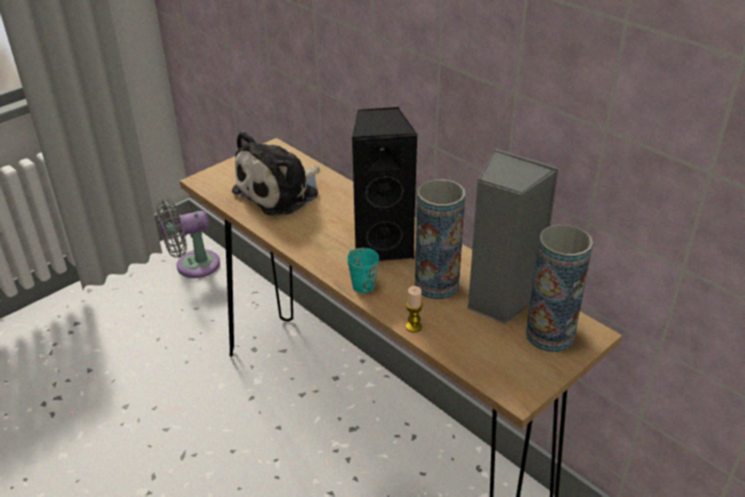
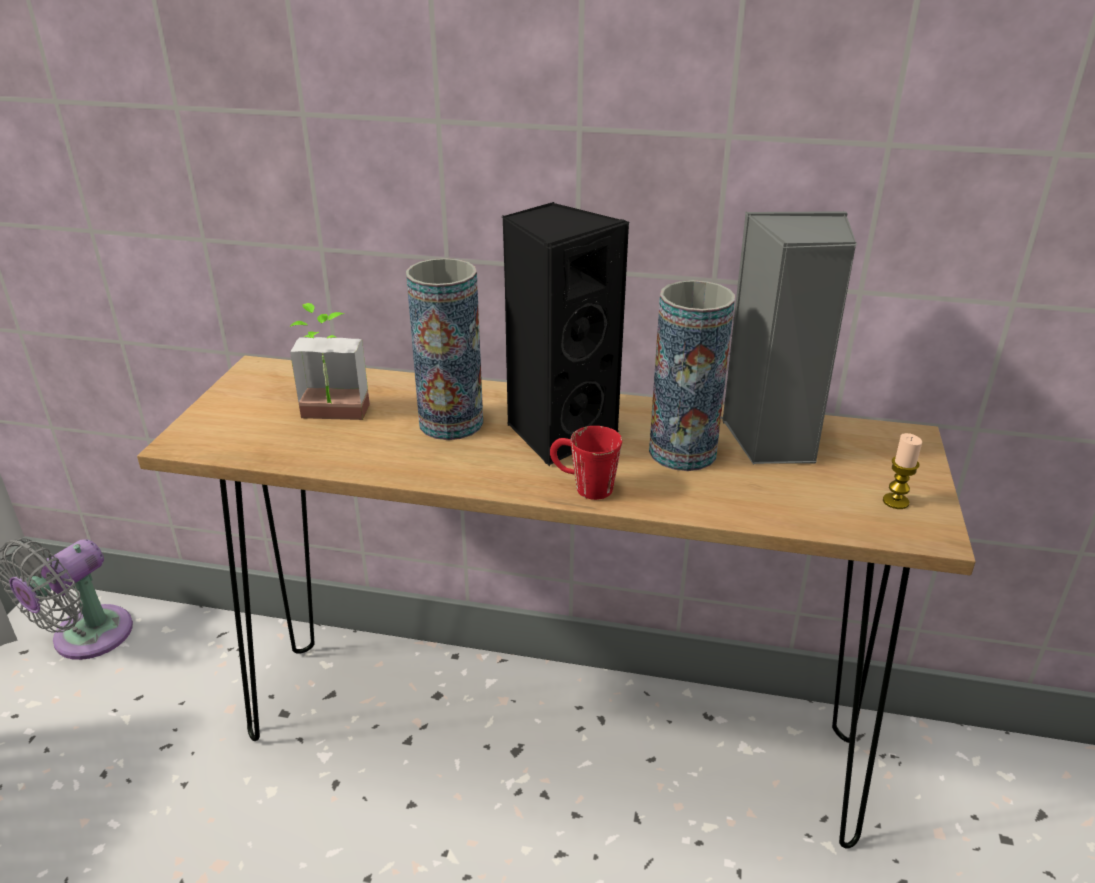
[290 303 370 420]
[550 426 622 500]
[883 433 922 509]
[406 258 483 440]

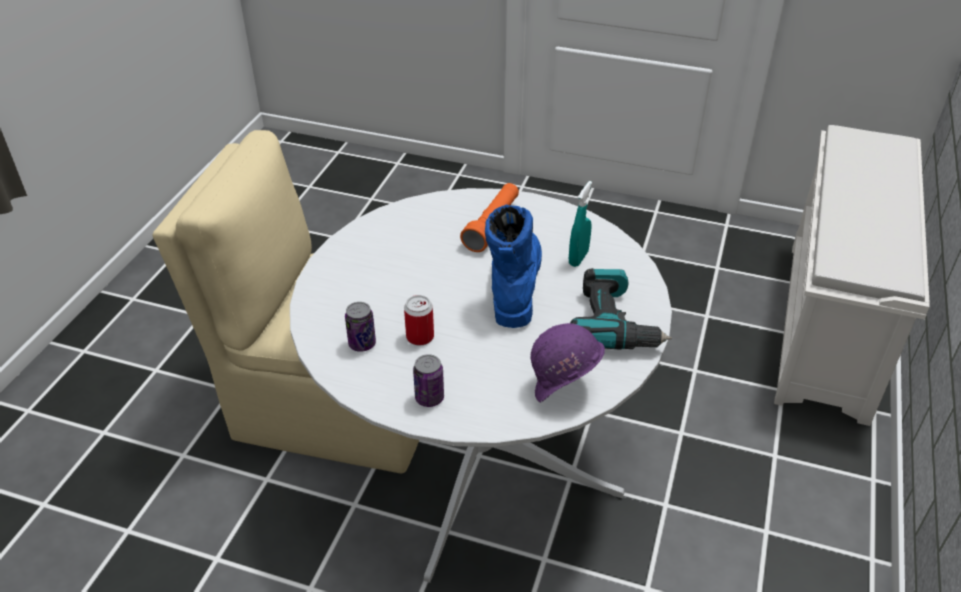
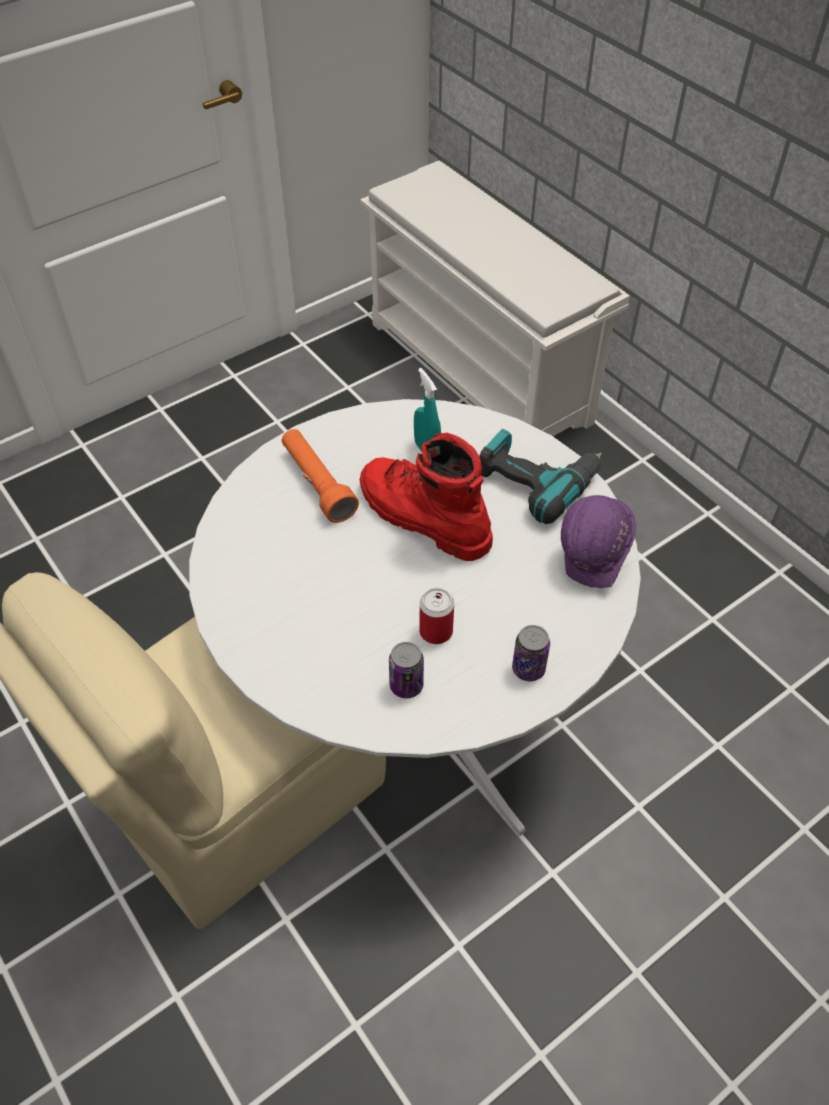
[360 433 493 561]

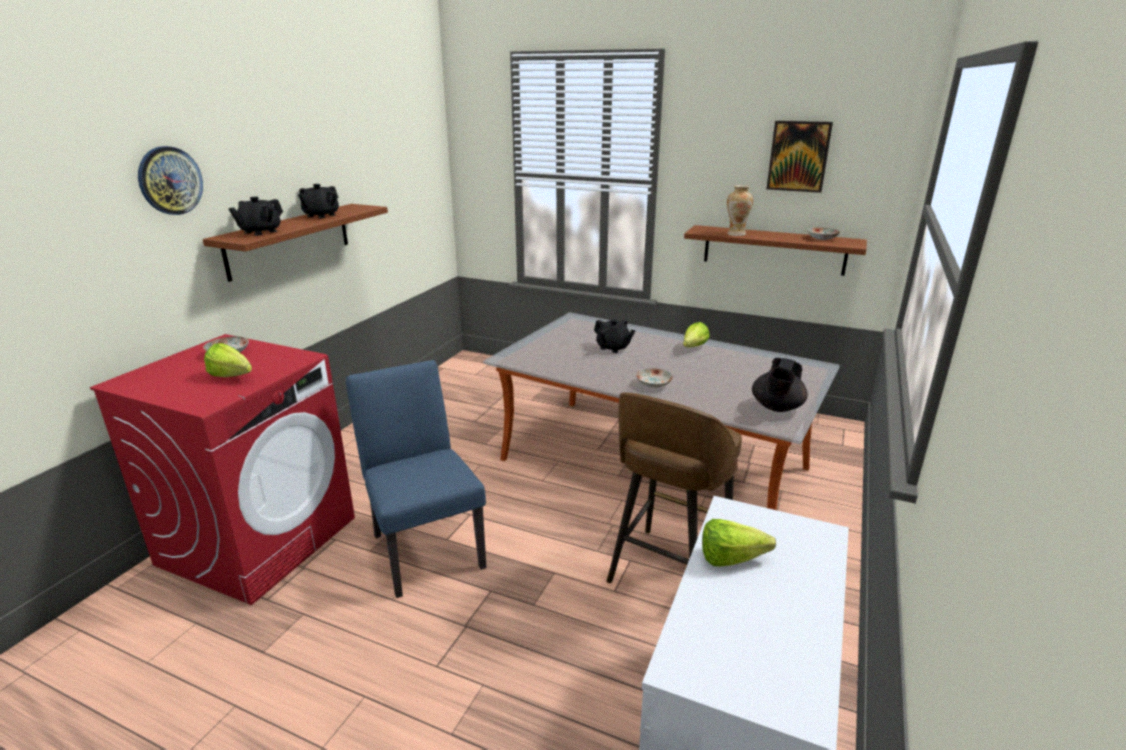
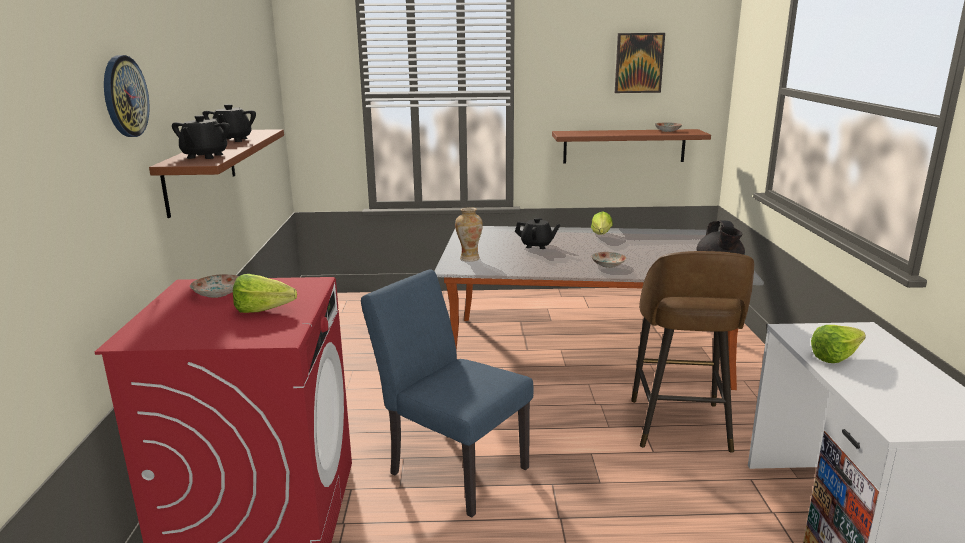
[455 207 483 262]

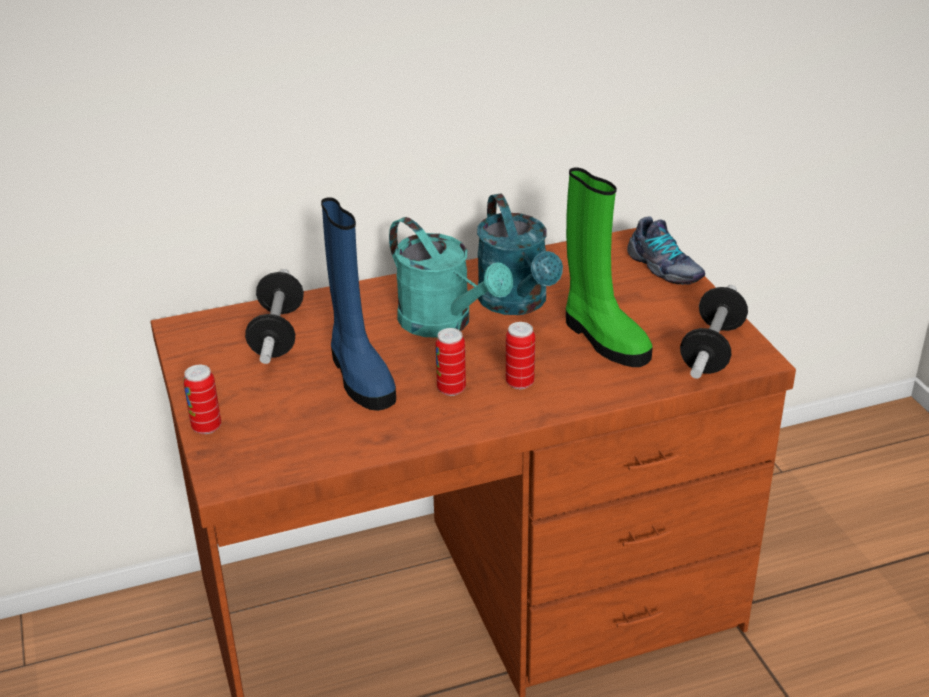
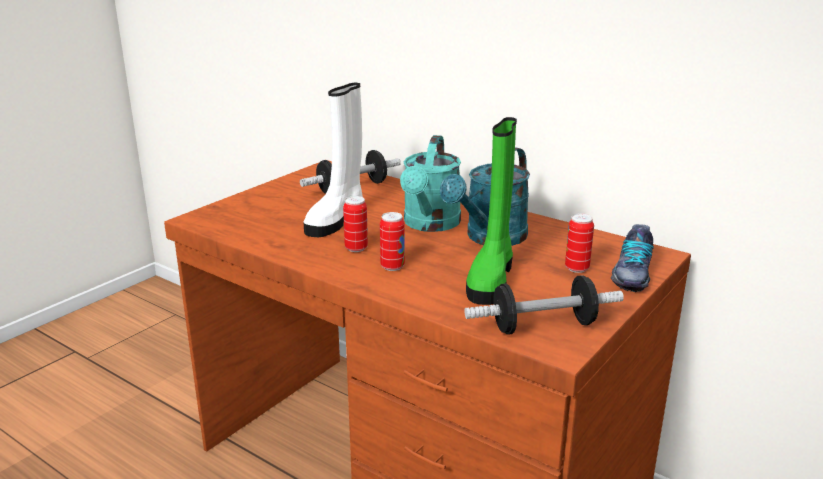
[565 213 594 273]
[303 83 363 237]

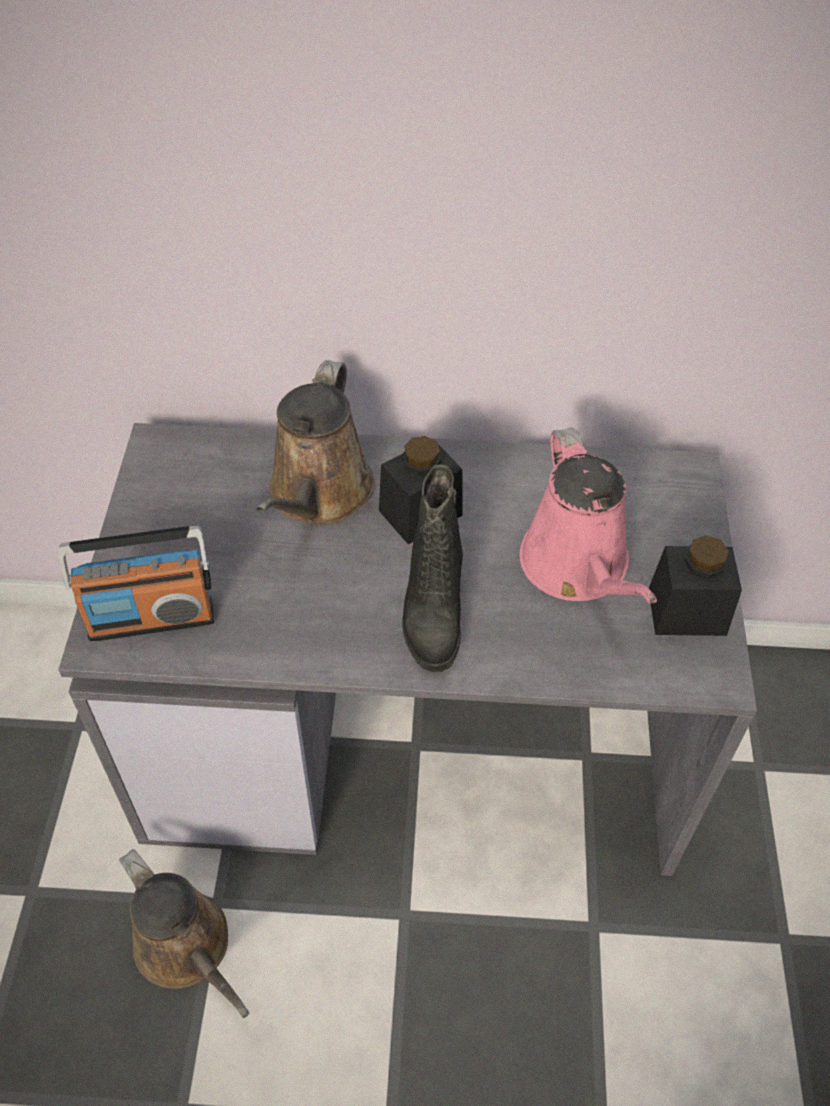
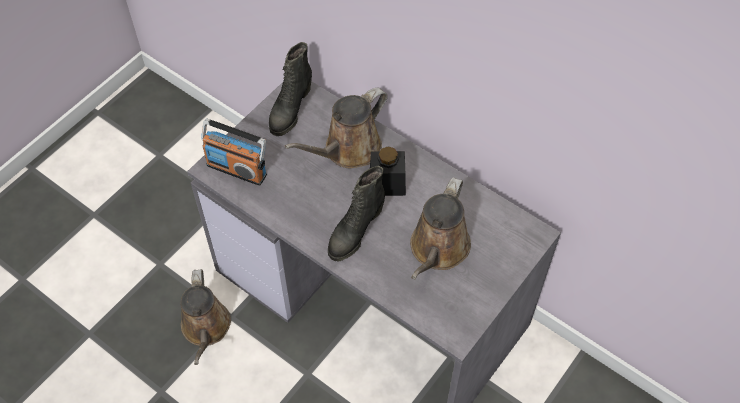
[410 177 471 279]
[649 535 742 636] (first image)
[269 42 312 136]

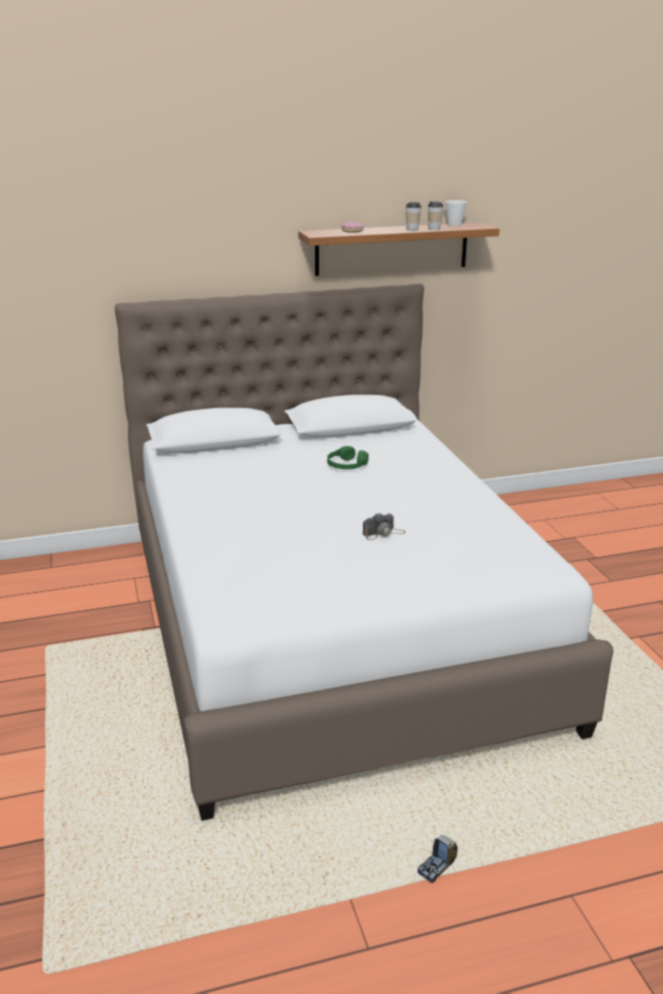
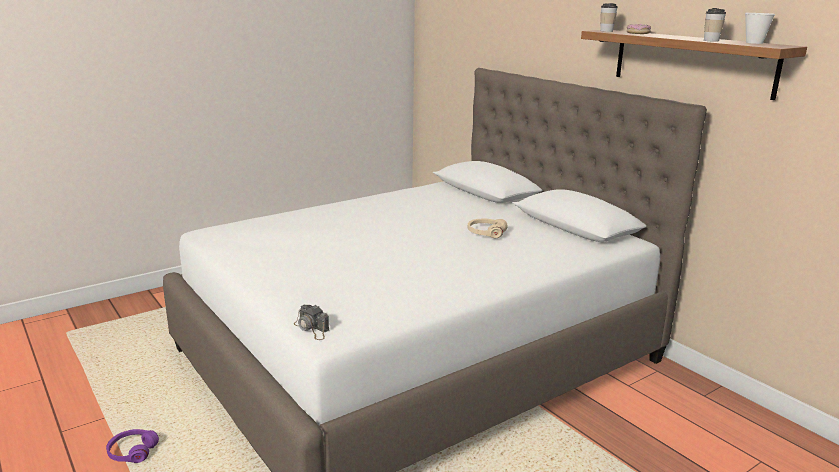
[468 219 508 238]
[294 305 329 340]
[600 3 618 32]
[106 429 159 463]

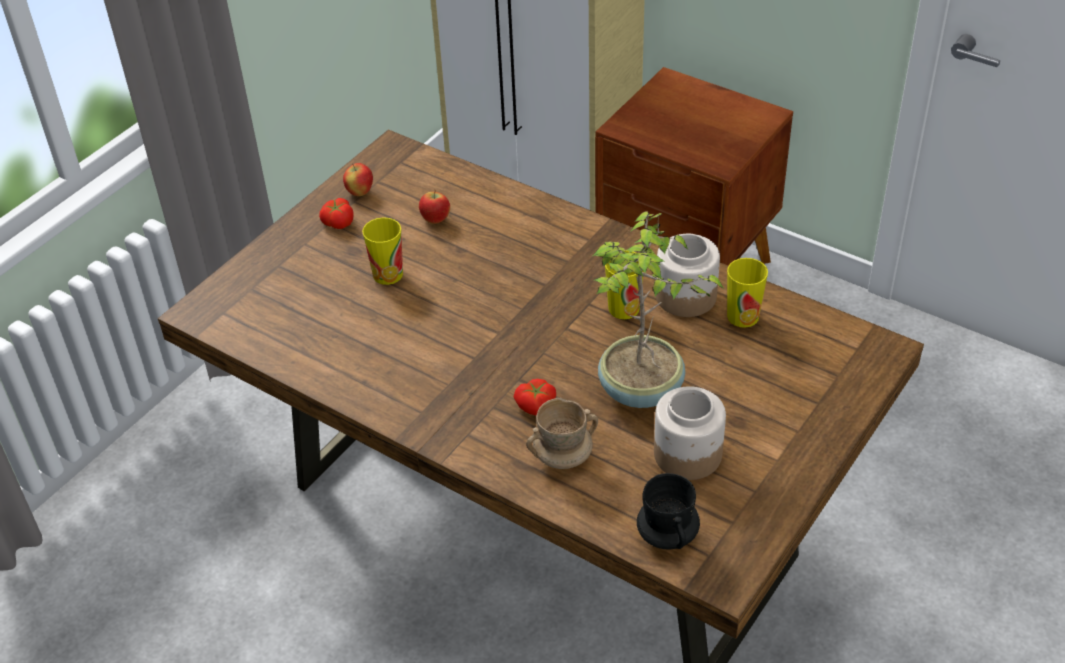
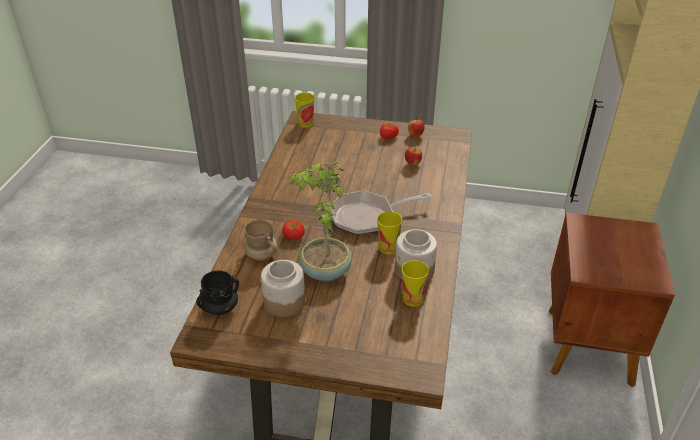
[295 93 314 128]
[329 190 432 235]

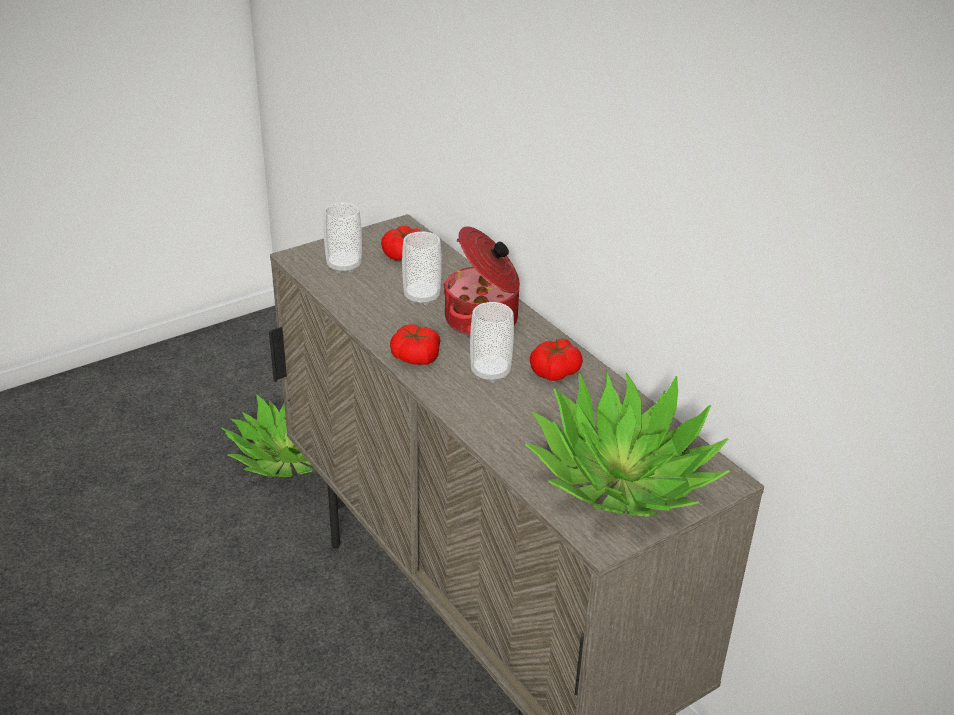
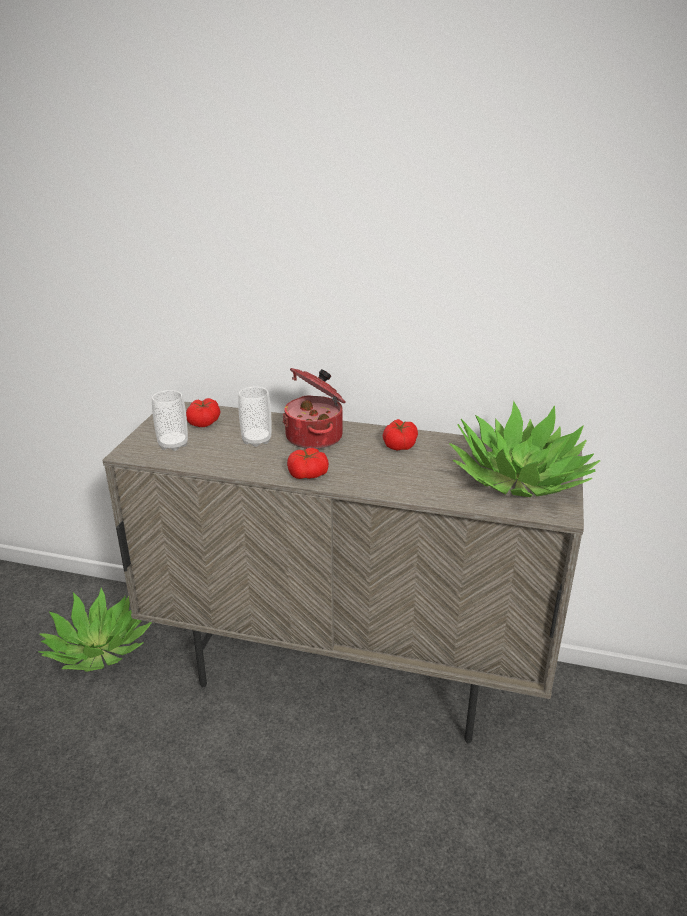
[470 302 514 383] (first image)

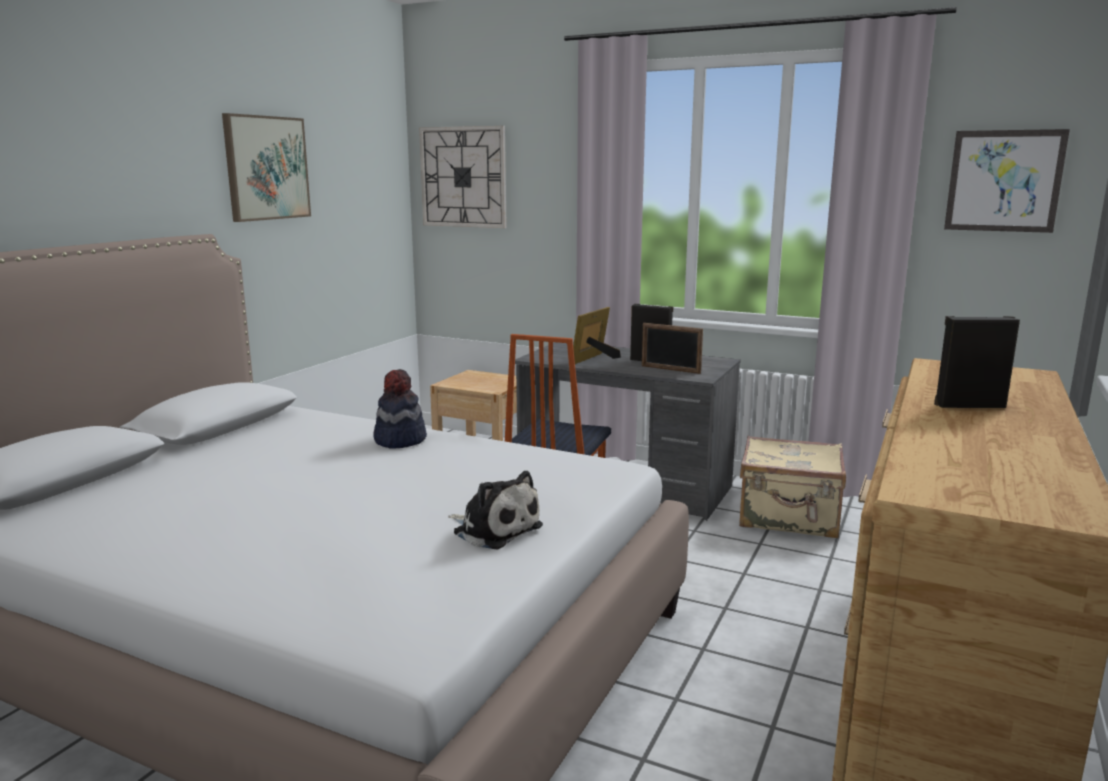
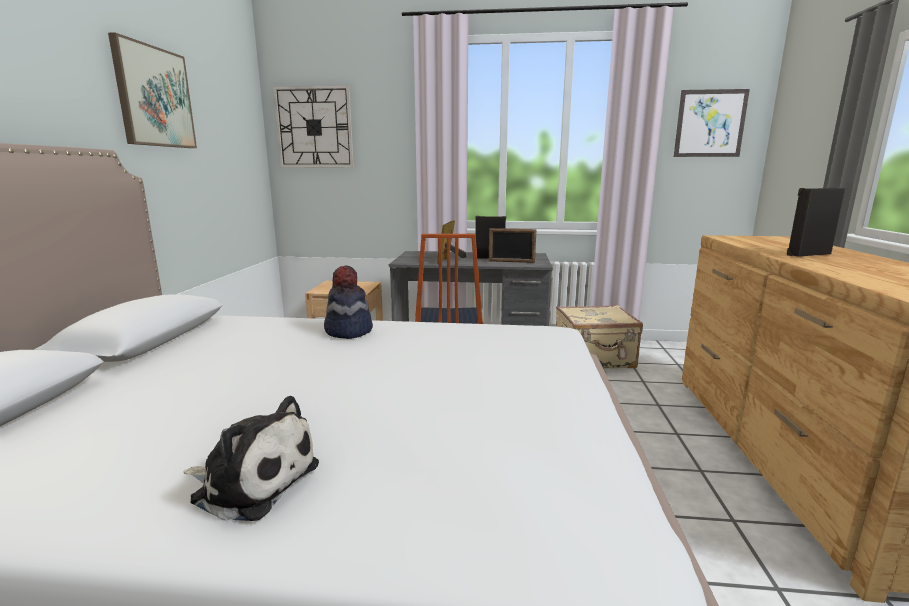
[183 396 319 521]

